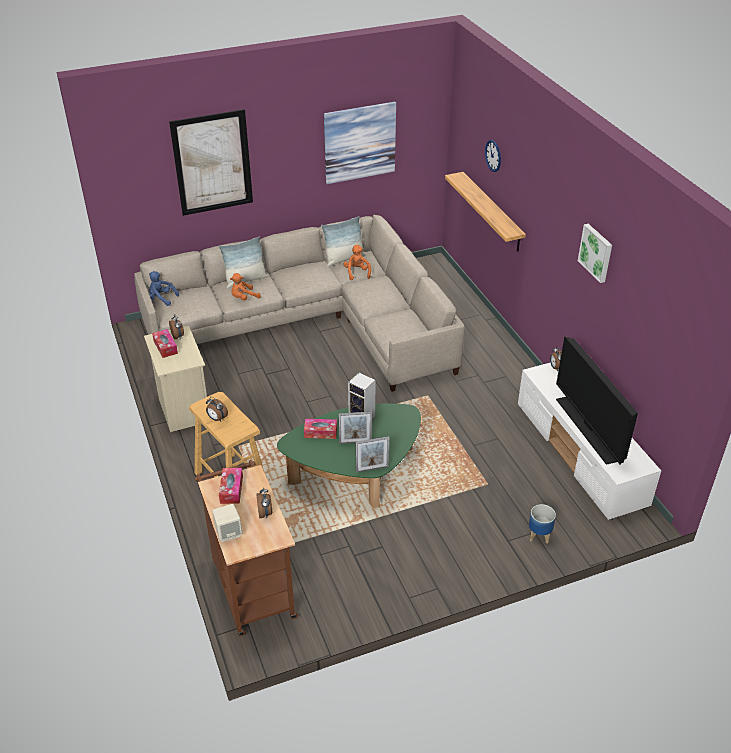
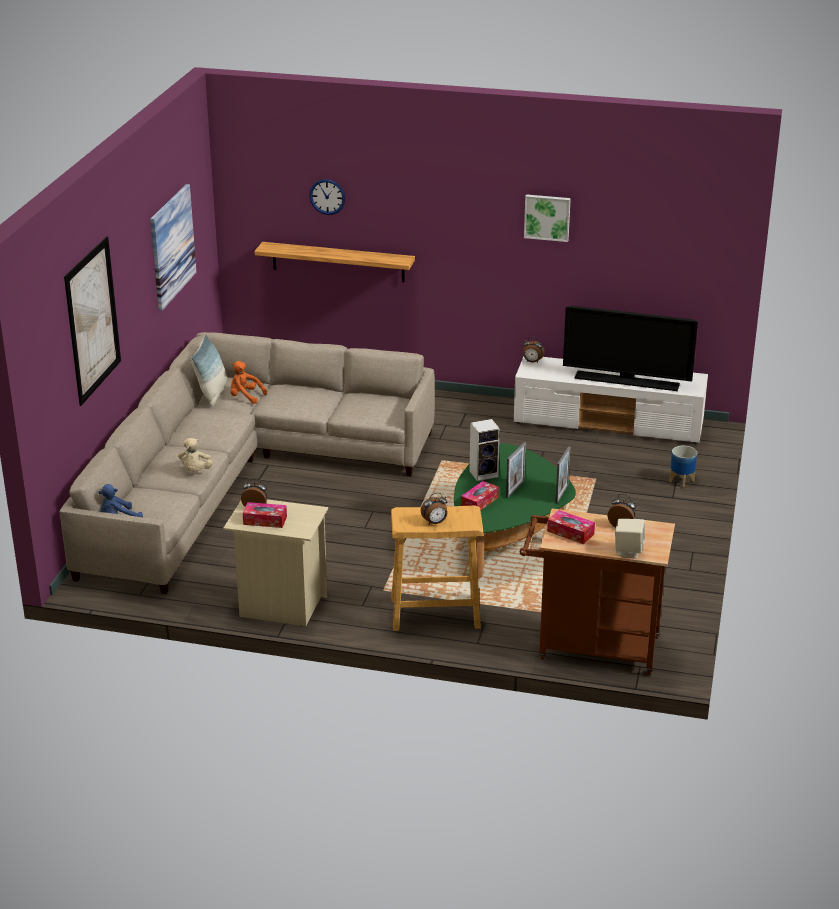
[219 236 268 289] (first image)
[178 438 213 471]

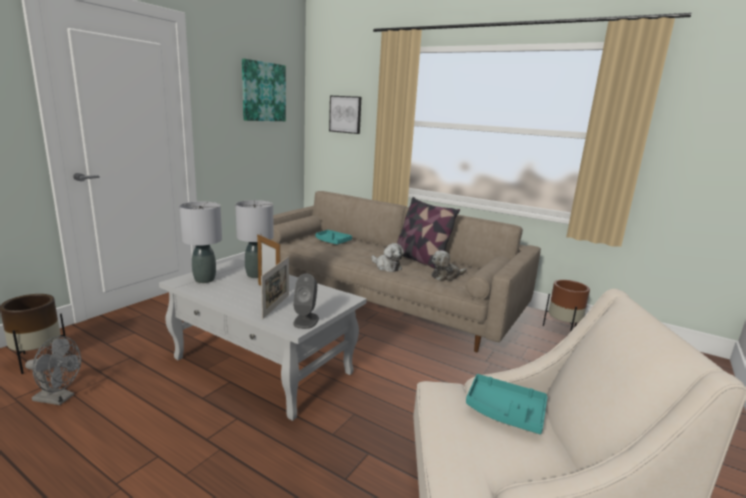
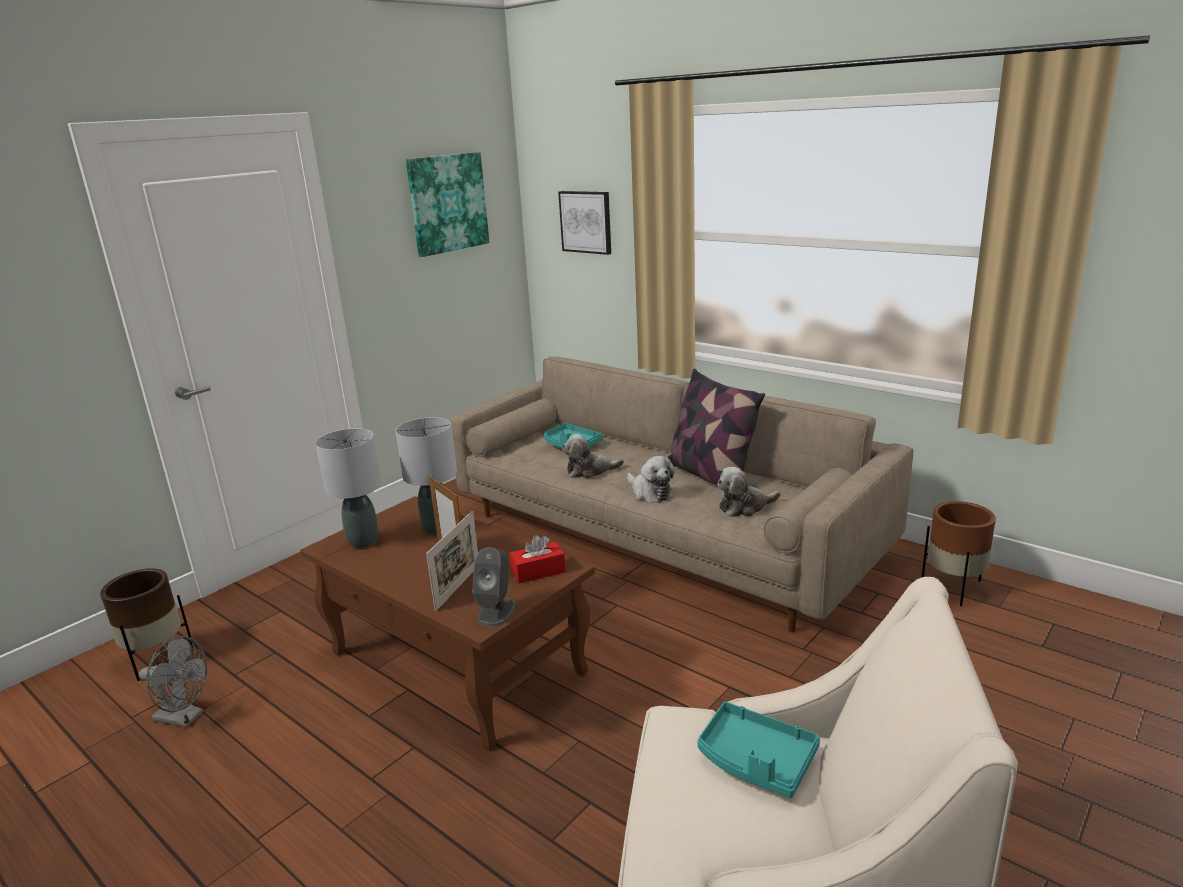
[300 496 595 751]
[509 535 566 583]
[562 434 624 478]

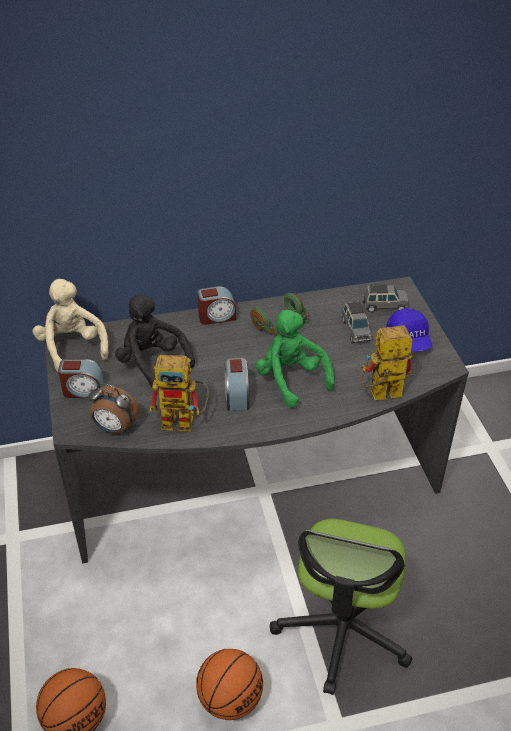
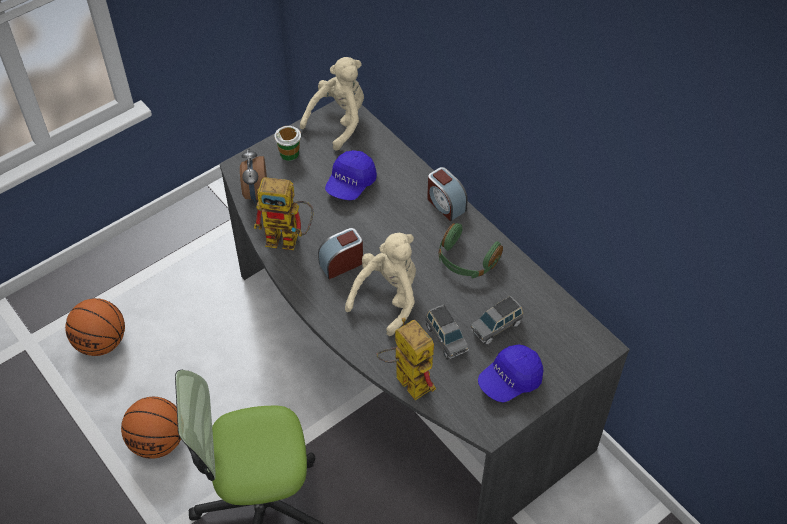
[274 126 301 161]
[325 150 377 200]
[254 177 314 250]
[345 233 416 336]
[426 304 469 360]

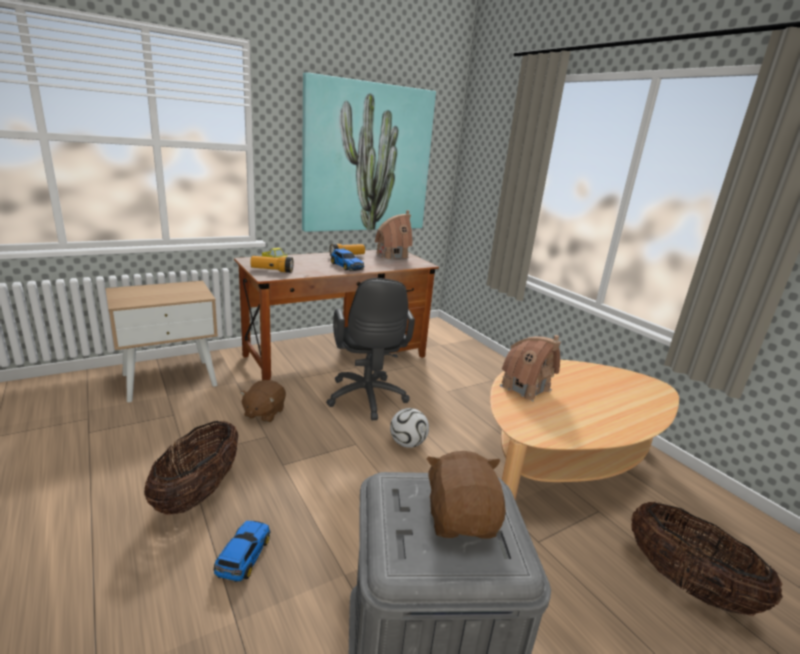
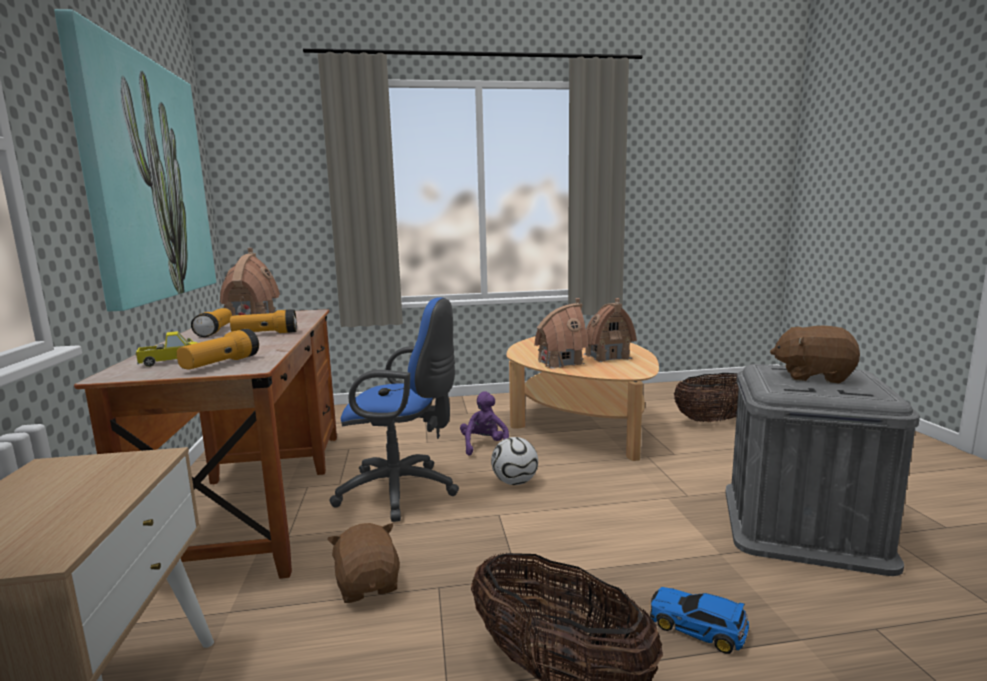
[327 523 400 603]
[329 297 459 522]
[230 309 297 333]
[460 391 509 456]
[584 298 637 362]

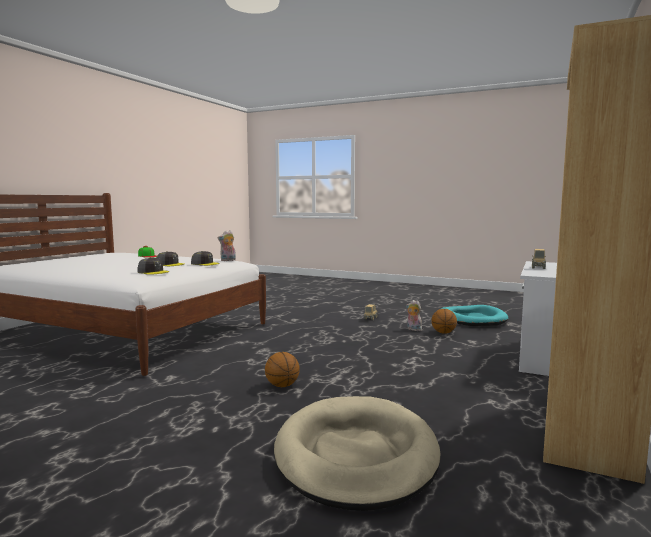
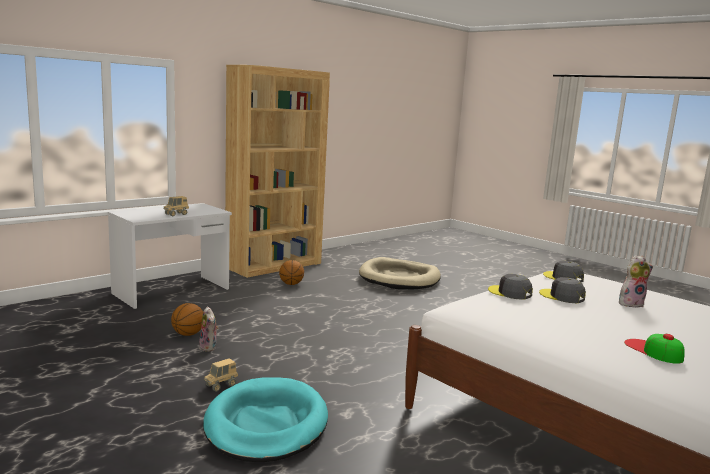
[619 255 653 308]
[279 260 304 285]
[203 377 328 462]

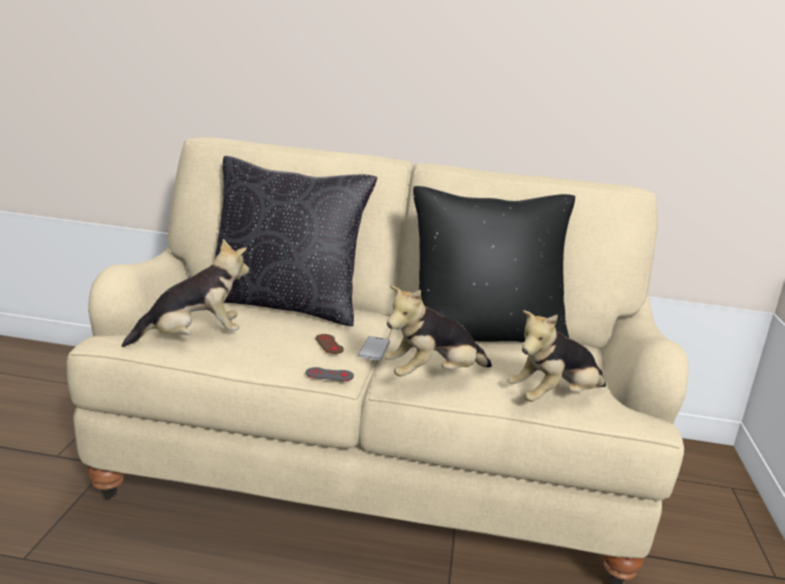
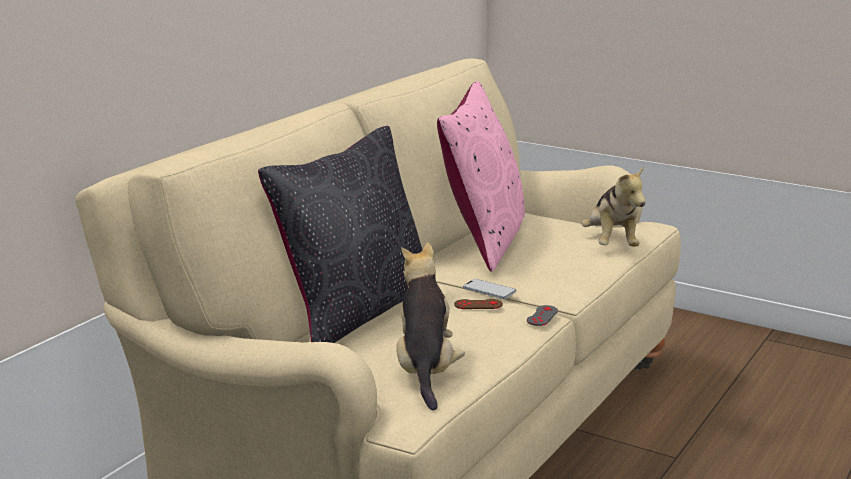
[385 285 492 377] (first image)
[437 81 525 272]

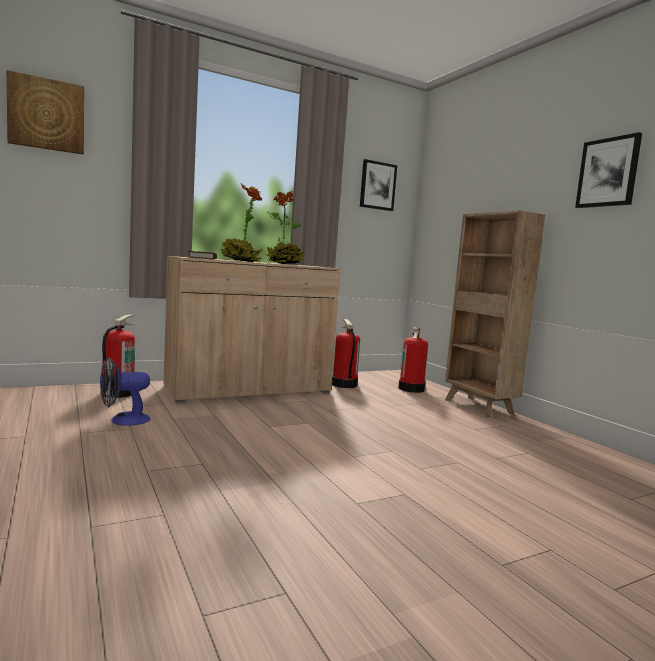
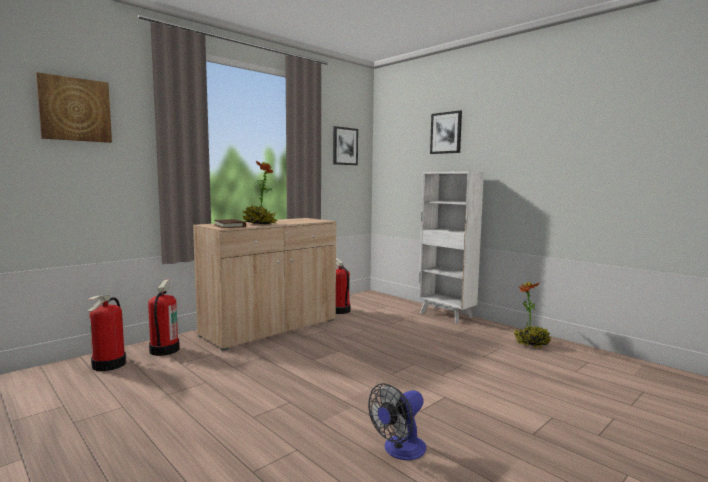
[368 383 426 460]
[514 281 552 348]
[88 295 126 371]
[419 171 484 323]
[430 110 462 154]

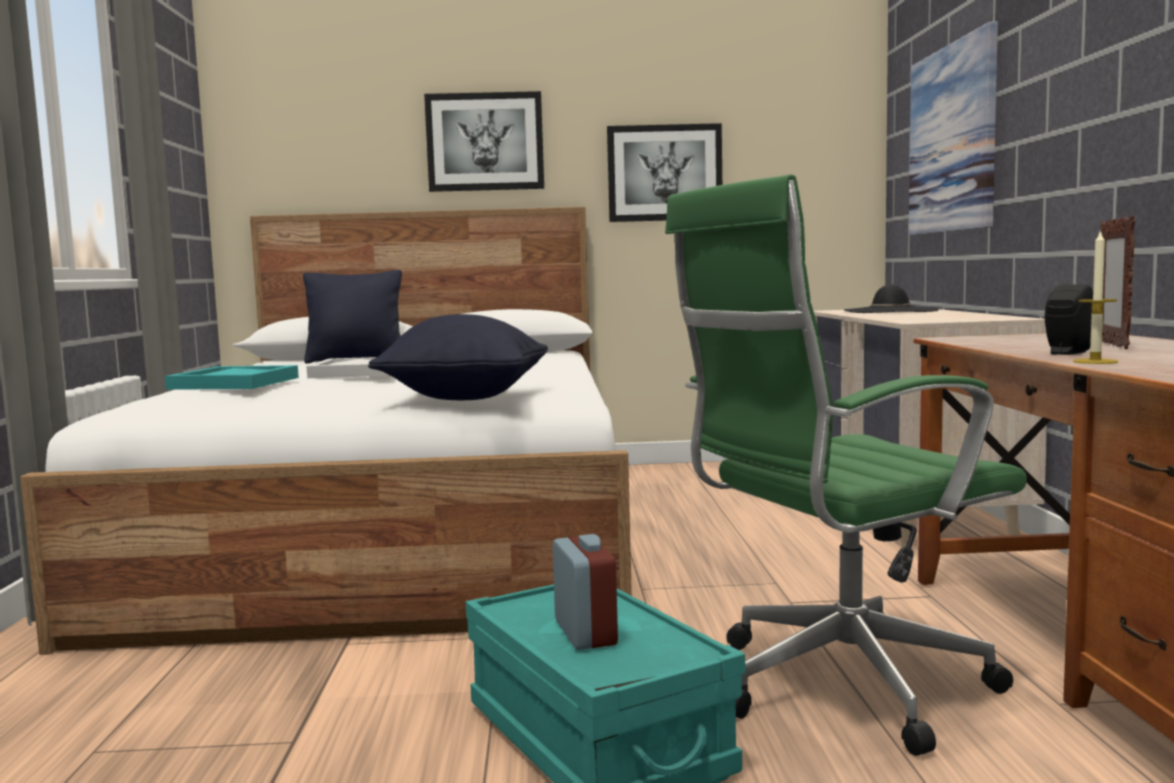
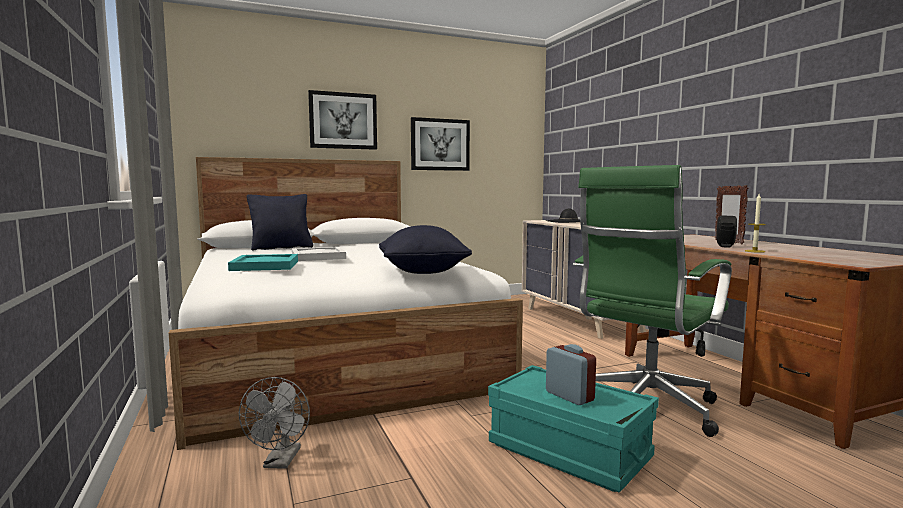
[909 22 998 235] (first image)
[239 377 310 469]

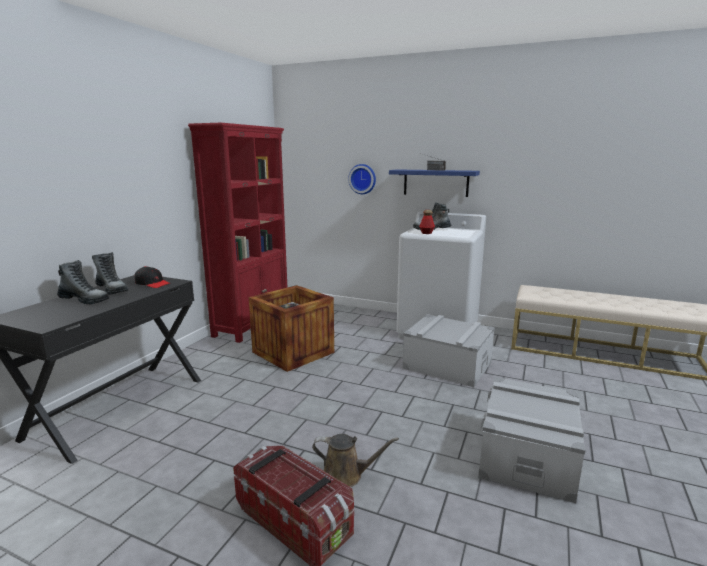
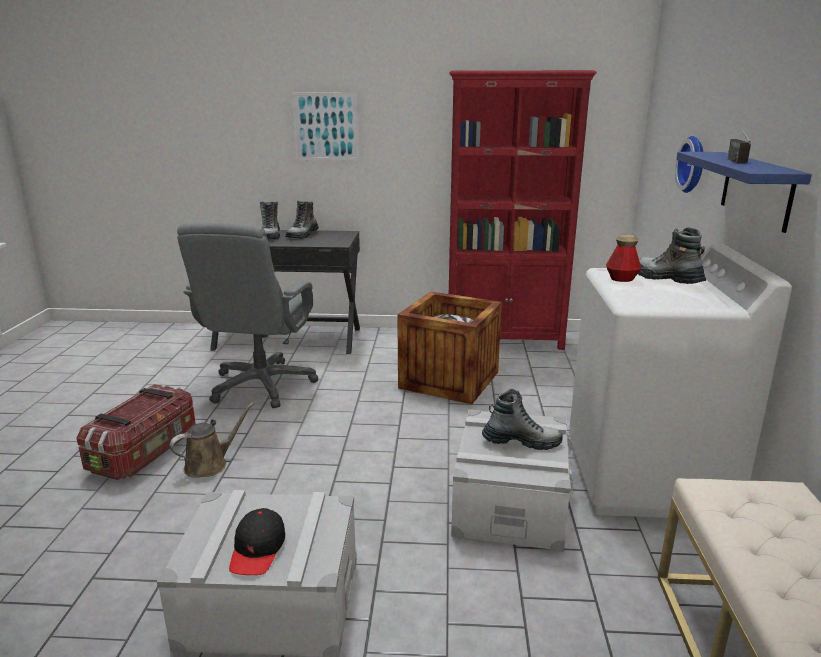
[229 508 285 575]
[170 402 254 478]
[177 223 318 408]
[292 93 359 160]
[482 389 563 450]

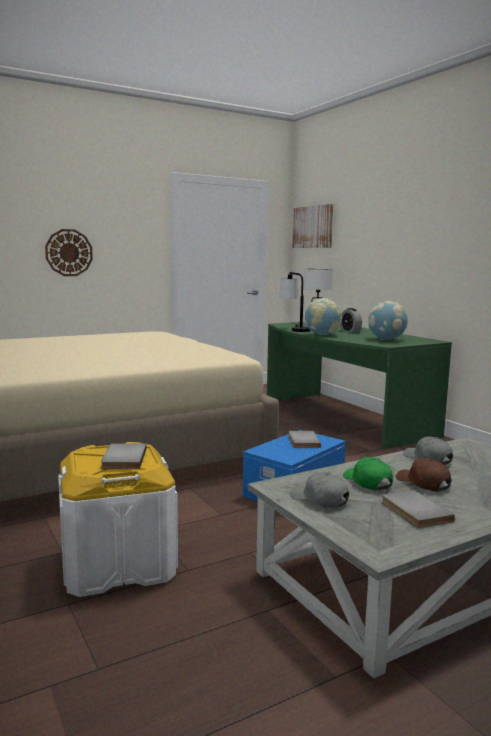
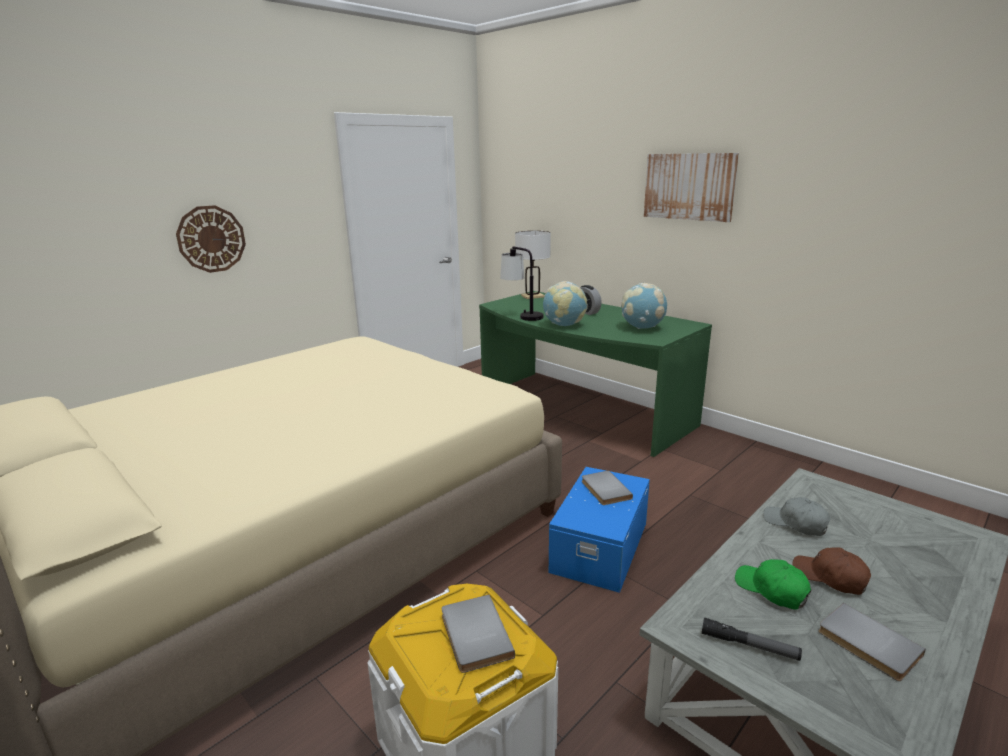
[702 617 802 661]
[644 153 739 222]

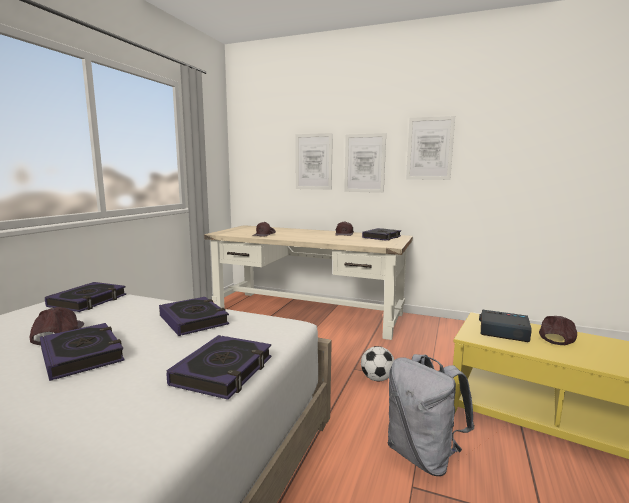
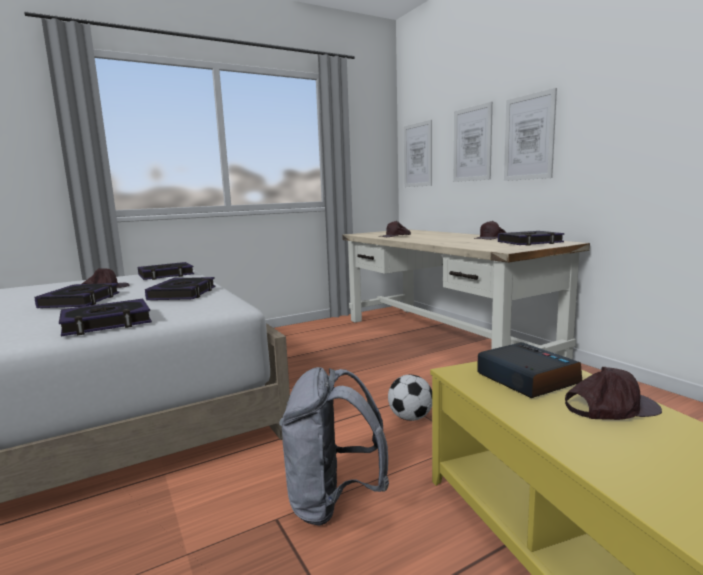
[404 120 432 187]

